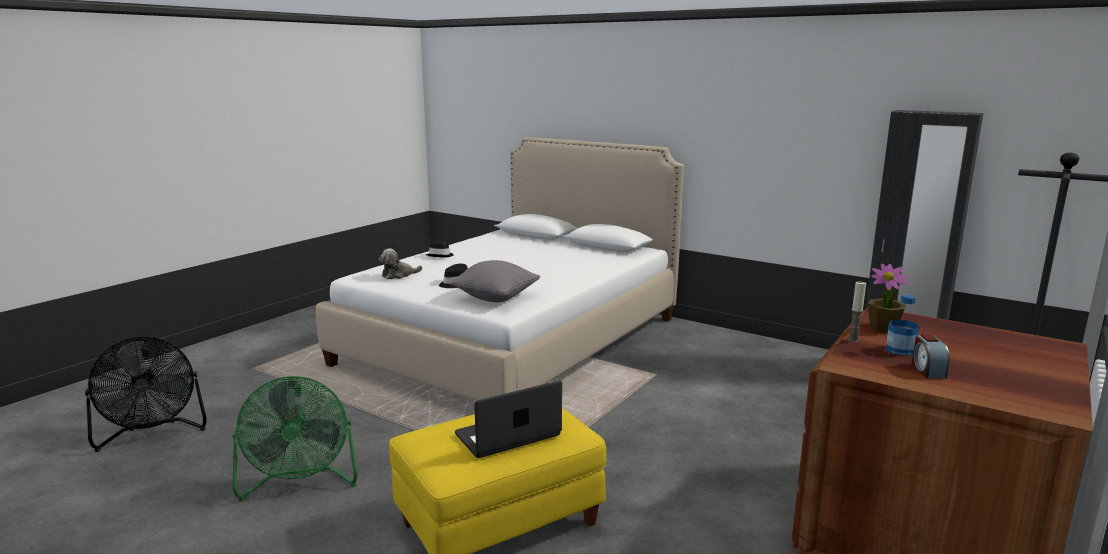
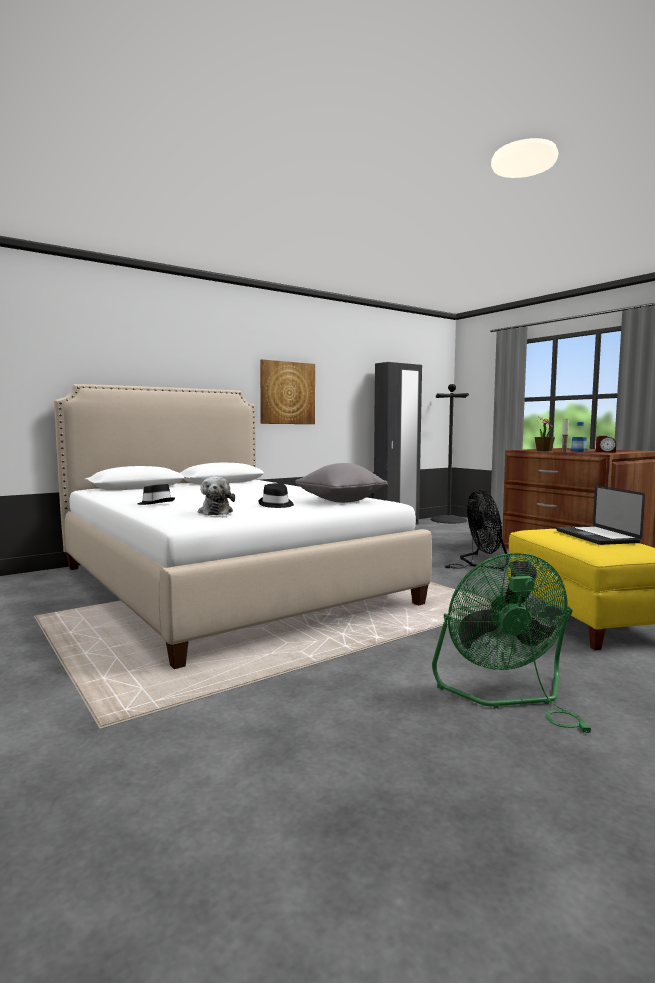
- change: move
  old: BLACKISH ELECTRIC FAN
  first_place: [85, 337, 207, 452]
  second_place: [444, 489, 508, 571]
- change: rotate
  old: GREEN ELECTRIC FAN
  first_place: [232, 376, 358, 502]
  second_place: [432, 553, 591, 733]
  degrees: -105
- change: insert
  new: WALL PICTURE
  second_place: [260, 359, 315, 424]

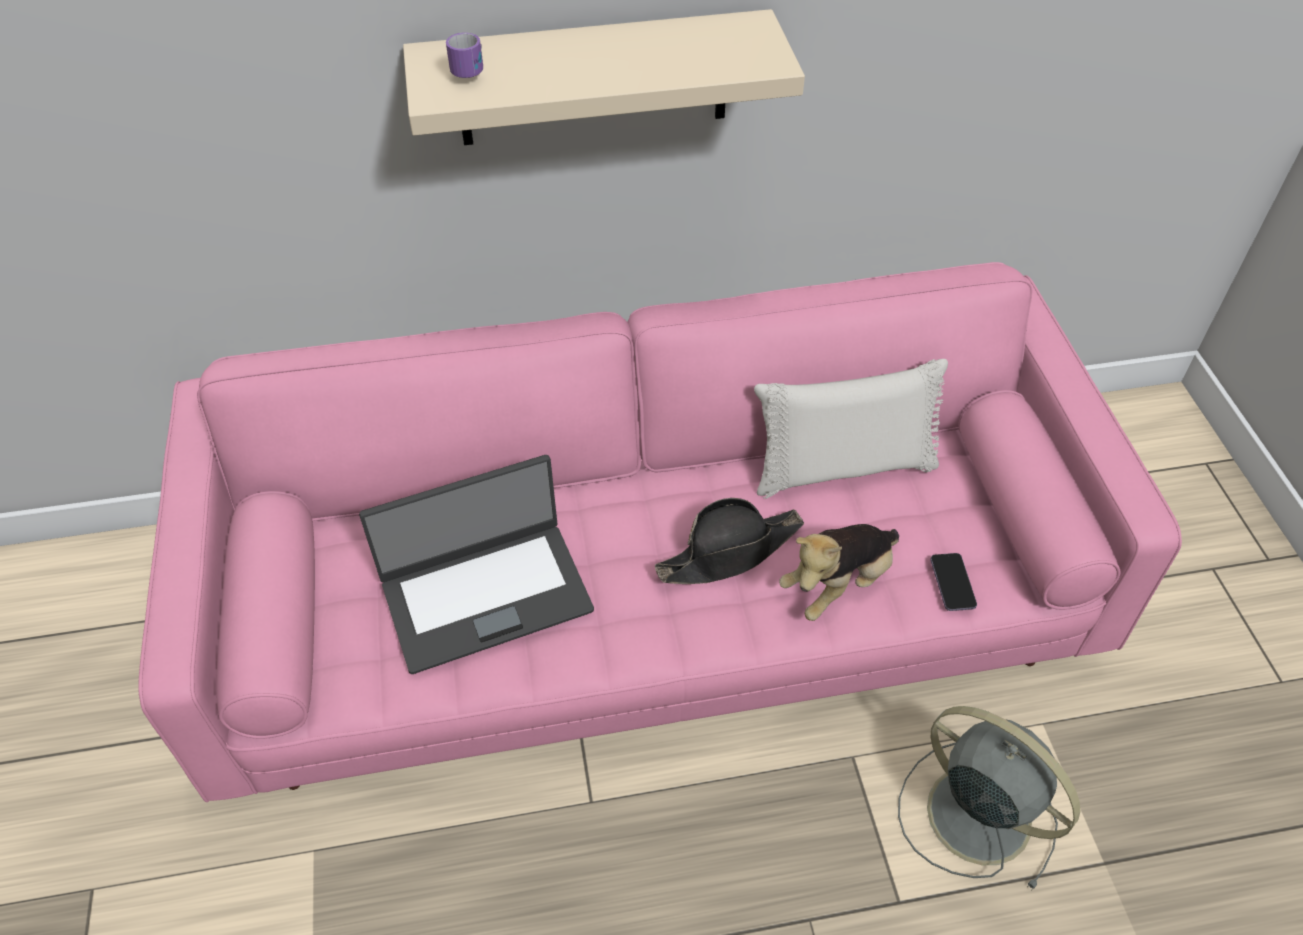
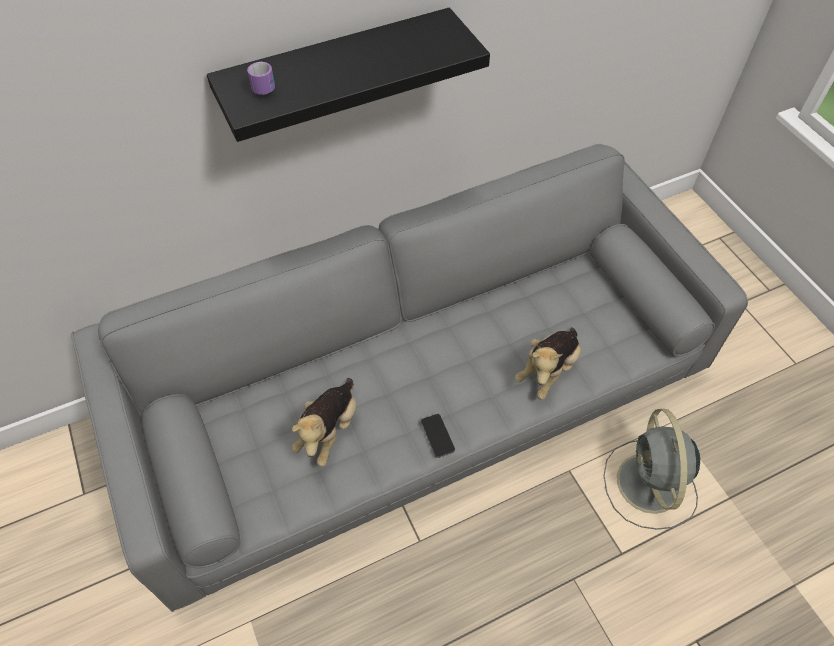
- change: recolor
  old: SAND-COLOURED WALL SHELF
  new: BLACKISH WALL SHELF
  first_place: [403, 9, 805, 145]
  second_place: [207, 7, 490, 142]
- change: recolor
  old: PINK SETTEE
  new: GRAY SETTEE
  first_place: [138, 262, 1182, 802]
  second_place: [71, 144, 748, 612]
- change: delete
  old: WHITE CUSHION
  first_place: [754, 359, 948, 499]
- change: replace
  old: PORTABLE COMPUTER
  new: CUDDLY TOY
  first_place: [359, 455, 594, 674]
  second_place: [292, 378, 357, 467]
- change: delete
  old: BLACKISH CLOTHING HAT
  first_place: [655, 498, 804, 584]
- change: move
  old: HANDSET
  first_place: [930, 553, 977, 611]
  second_place: [421, 414, 455, 458]
- change: rotate
  old: GRAY ELECTRIC FAN
  first_place: [898, 706, 1080, 890]
  second_place: [604, 409, 700, 530]
  degrees: -120

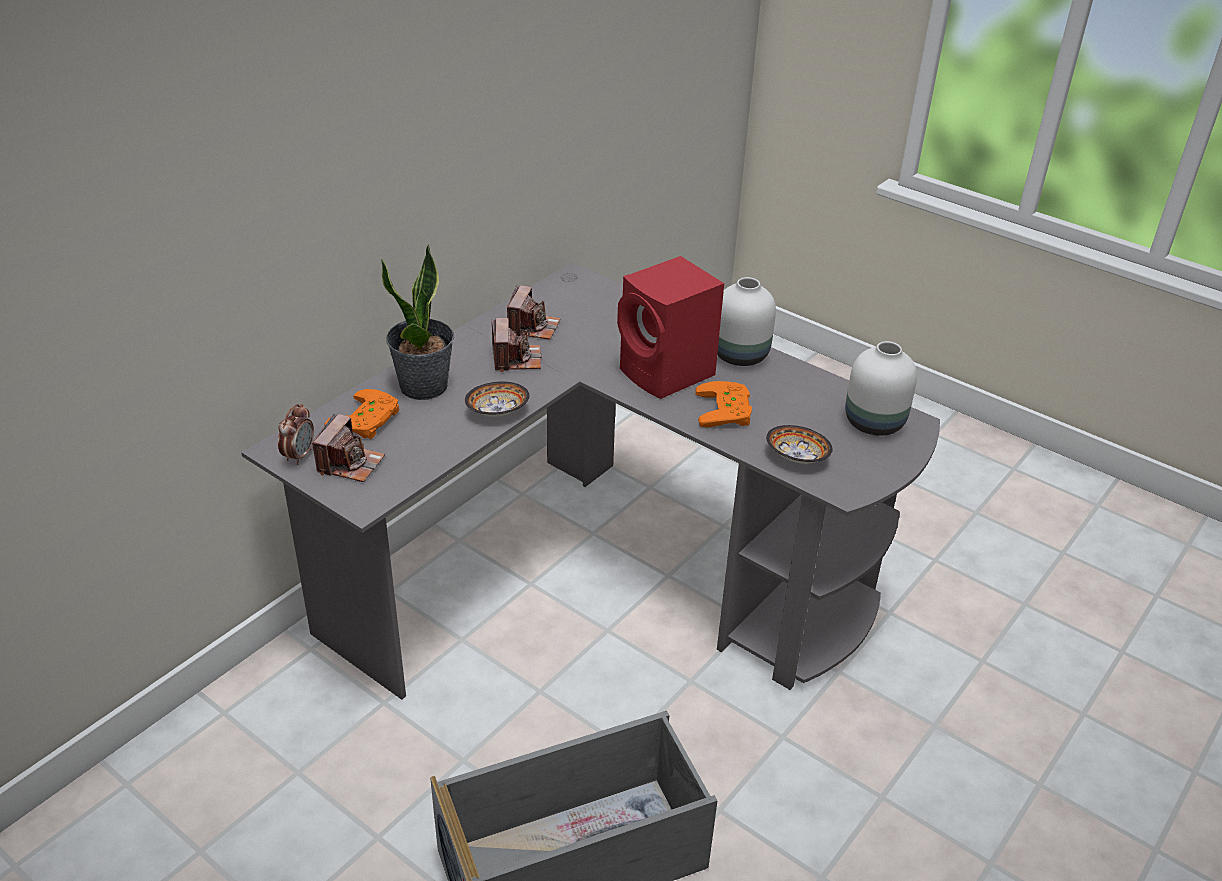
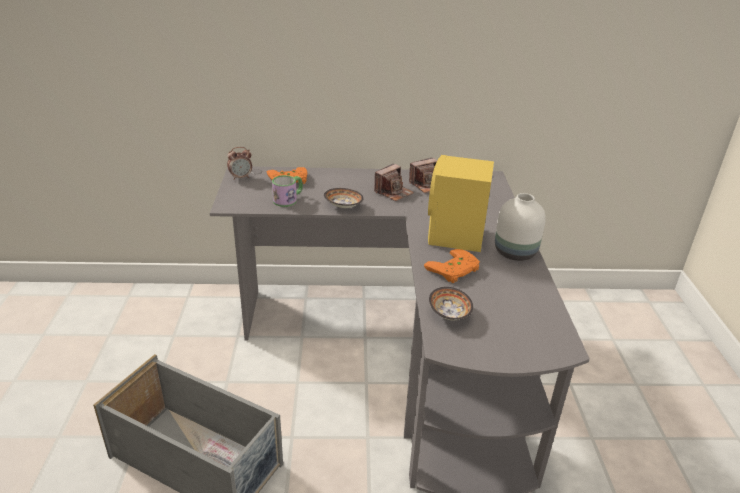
- change: delete
  old: PLANT IN A POT
  first_place: [381, 244, 454, 400]
- change: recolor
  old: RED-COLOURED LOUDSPEAKER
  new: YELLOWISH LOUDSPEAKER
  first_place: [617, 256, 724, 399]
  second_place: [428, 155, 494, 252]
- change: delete
  old: WHITE FLOWER VASE
  first_place: [845, 341, 917, 436]
- change: delete
  old: STILL CAMERA
  first_place: [312, 414, 385, 482]
- change: insert
  new: MUG
  second_place: [272, 175, 303, 207]

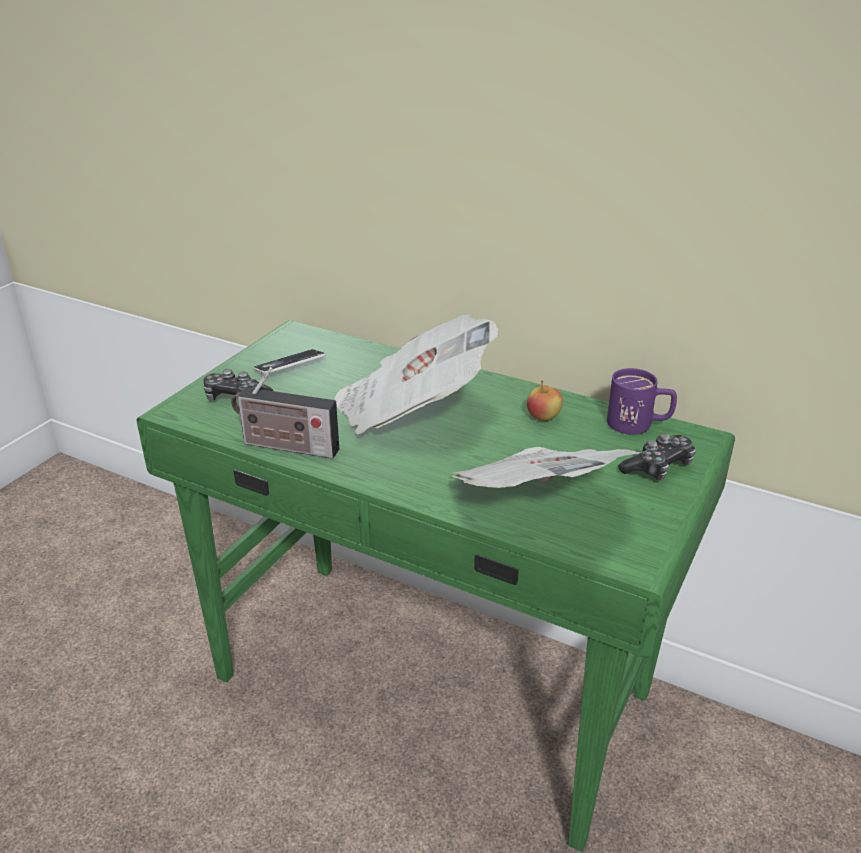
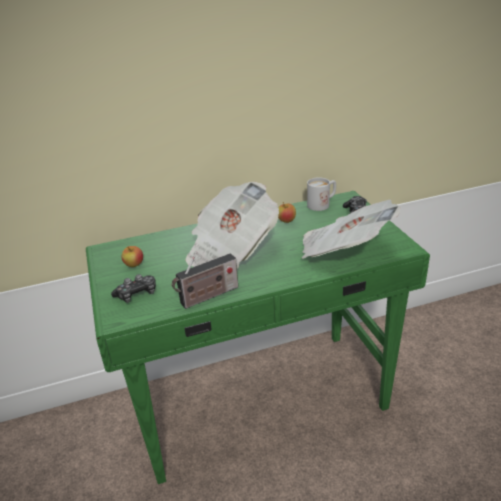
- change: replace
  old: HANDSET
  new: APPLE
  first_place: [253, 349, 326, 374]
  second_place: [121, 246, 143, 267]
- change: recolor
  old: PURPLE-COLOURED MUG
  new: WHITE MUG
  first_place: [607, 368, 677, 434]
  second_place: [307, 177, 336, 211]

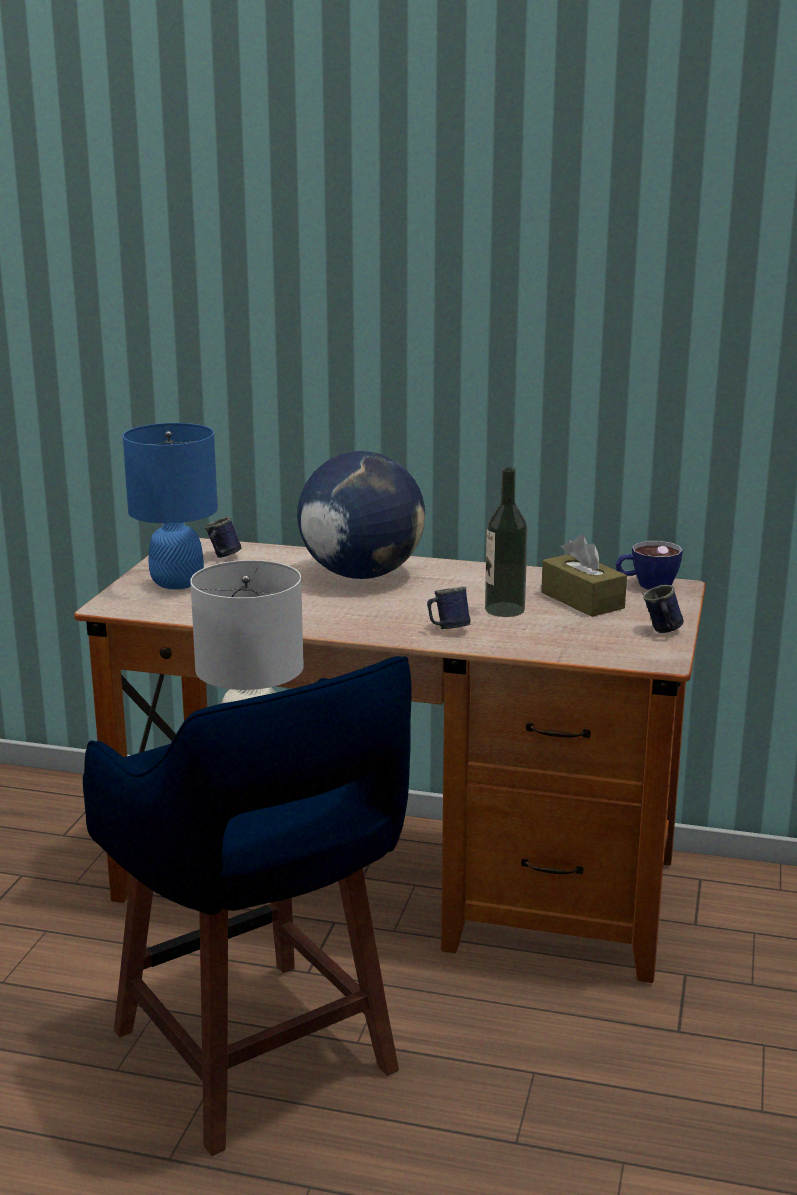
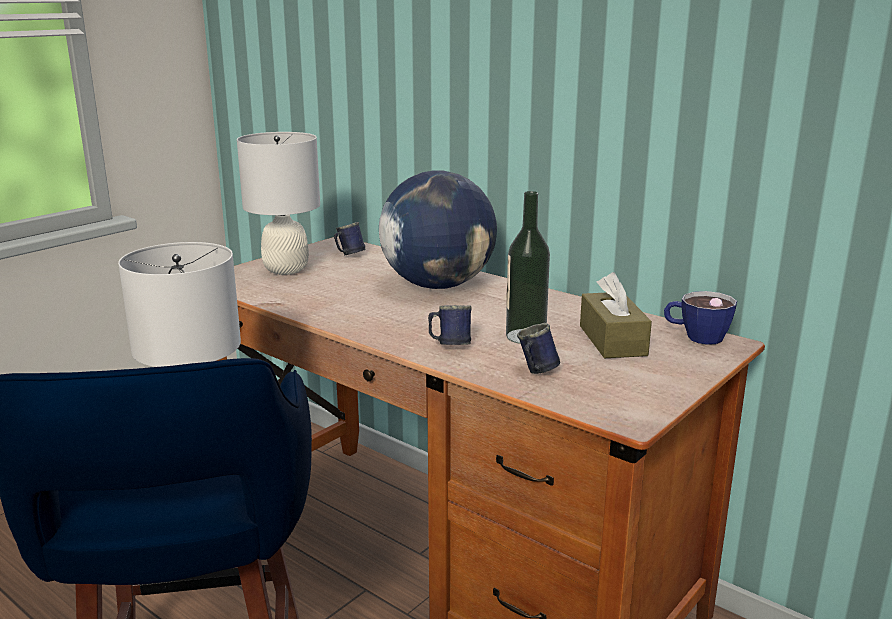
- change: recolor
  old: BLUE LAMP FOR A TABLE
  new: GRAY LAMP FOR A TABLE
  first_place: [123, 423, 218, 590]
  second_place: [237, 132, 320, 275]
- change: move
  old: BLUE MUG
  first_place: [643, 585, 684, 633]
  second_place: [517, 323, 560, 374]

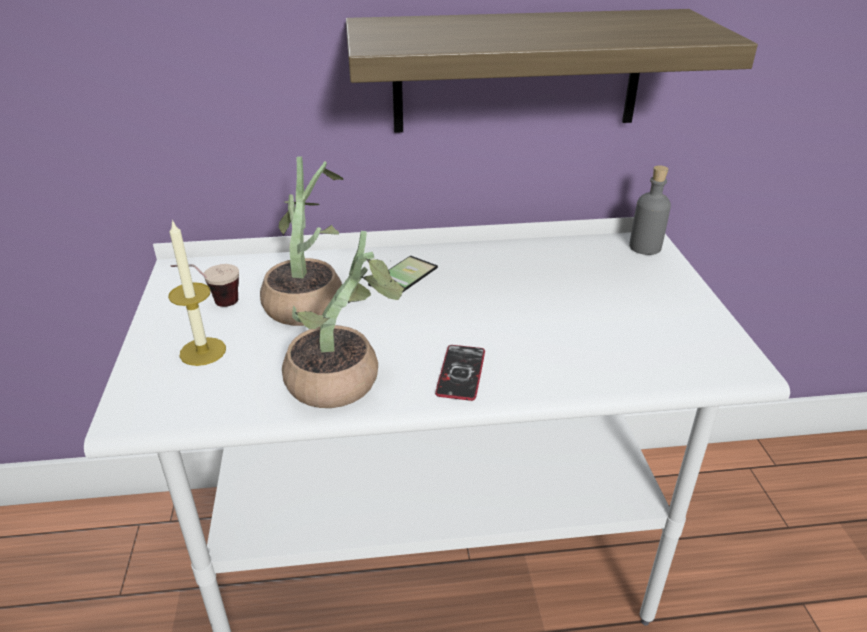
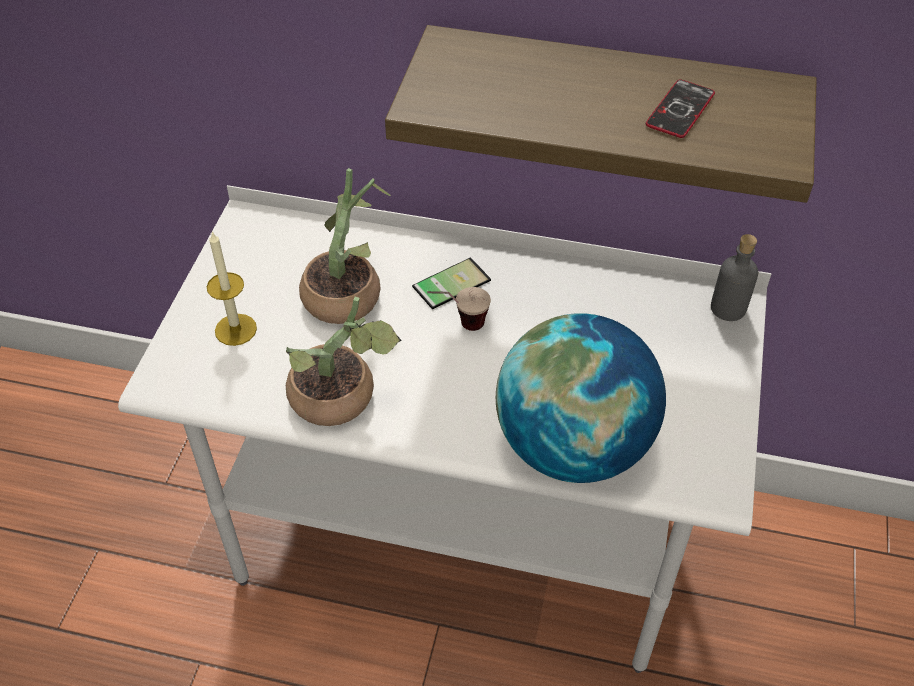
- change: move
  old: SMALL CUP
  first_place: [170, 264, 239, 307]
  second_place: [427, 287, 491, 331]
- change: move
  old: HANDSET
  first_place: [435, 345, 485, 401]
  second_place: [646, 79, 715, 138]
- change: insert
  new: WORLD GLOBE
  second_place: [496, 313, 666, 483]

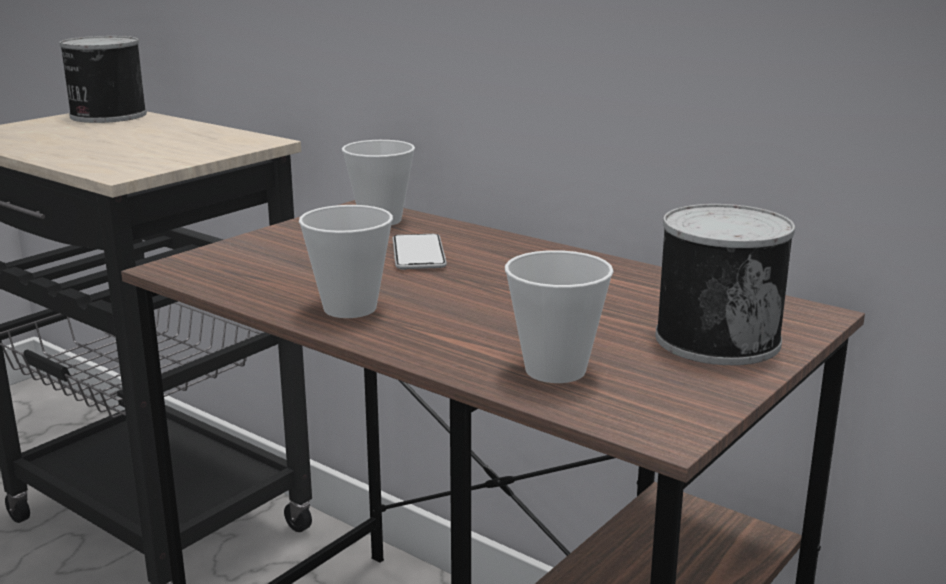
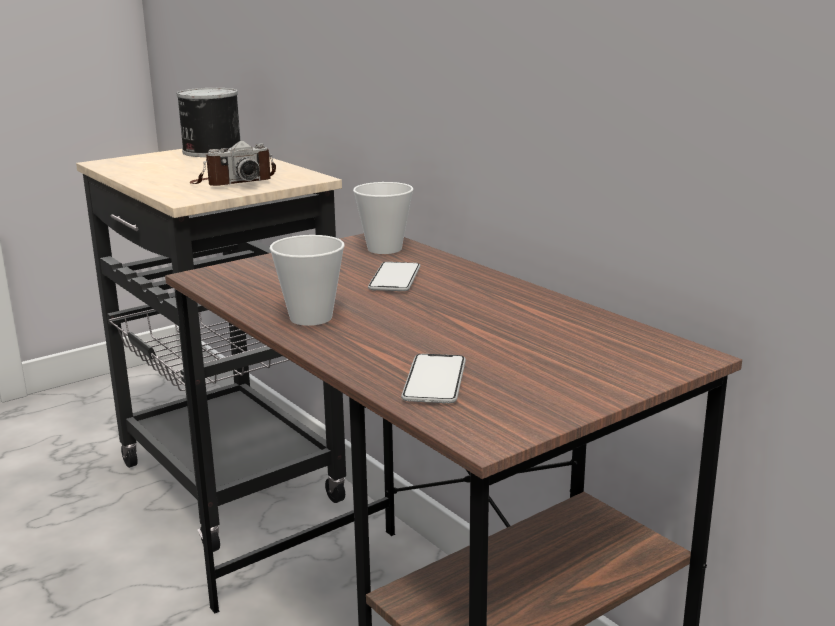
- change: delete
  old: CAN
  first_place: [655, 204, 795, 365]
- change: replace
  old: SMALL CUP
  new: HANDSET
  first_place: [505, 250, 614, 383]
  second_place: [401, 354, 466, 403]
- change: insert
  new: STILL CAMERA
  second_place: [189, 141, 276, 186]

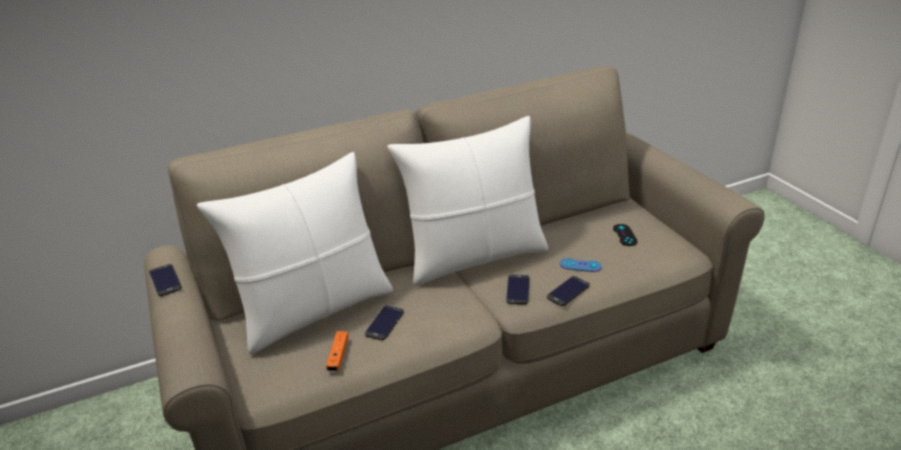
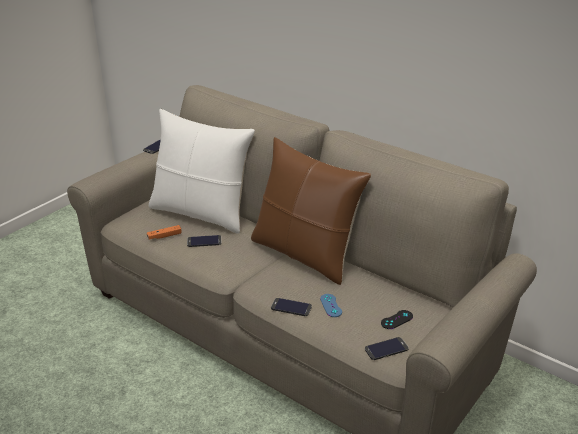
- change: recolor
  old: WHITE CUSHION
  new: BROWN CUSHION
  first_place: [387, 116, 548, 286]
  second_place: [251, 137, 371, 285]
- change: move
  old: HANDSET
  first_place: [506, 274, 529, 305]
  second_place: [365, 337, 409, 360]

